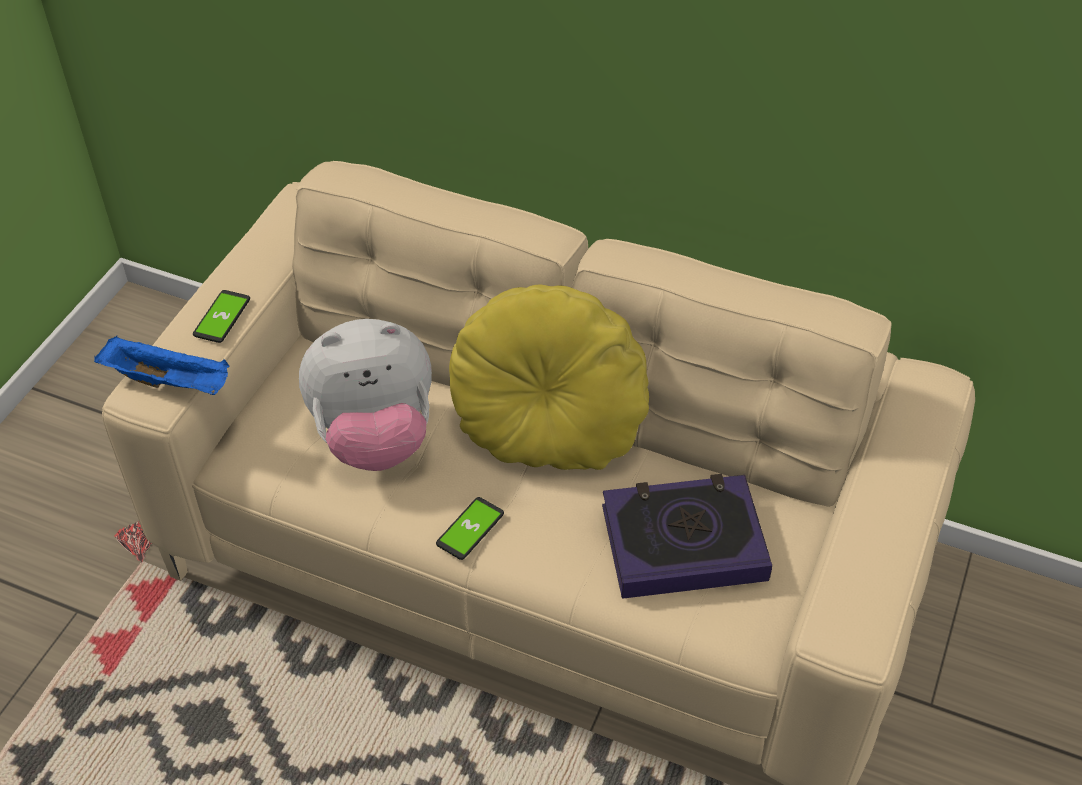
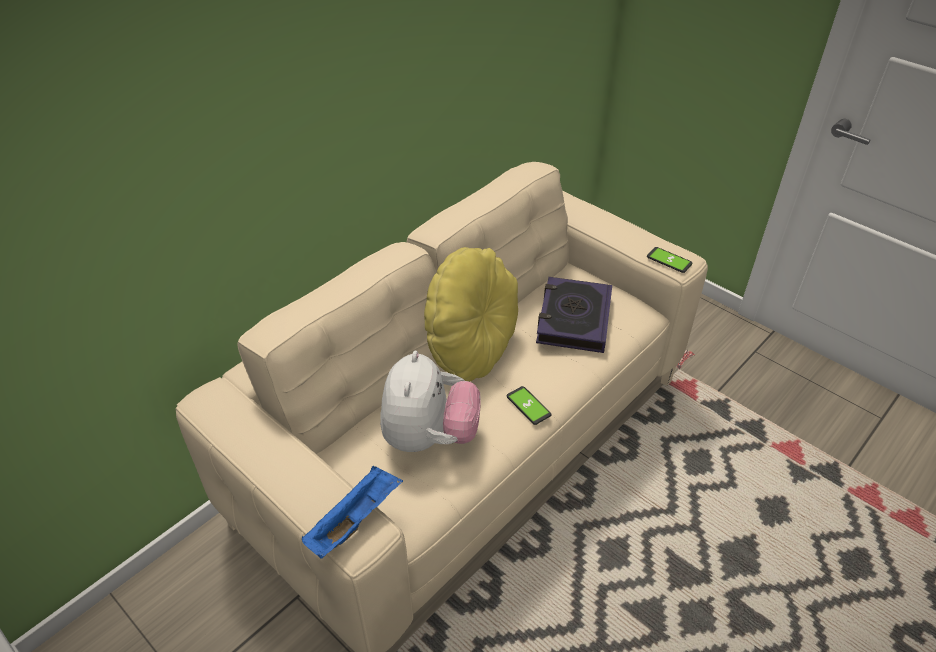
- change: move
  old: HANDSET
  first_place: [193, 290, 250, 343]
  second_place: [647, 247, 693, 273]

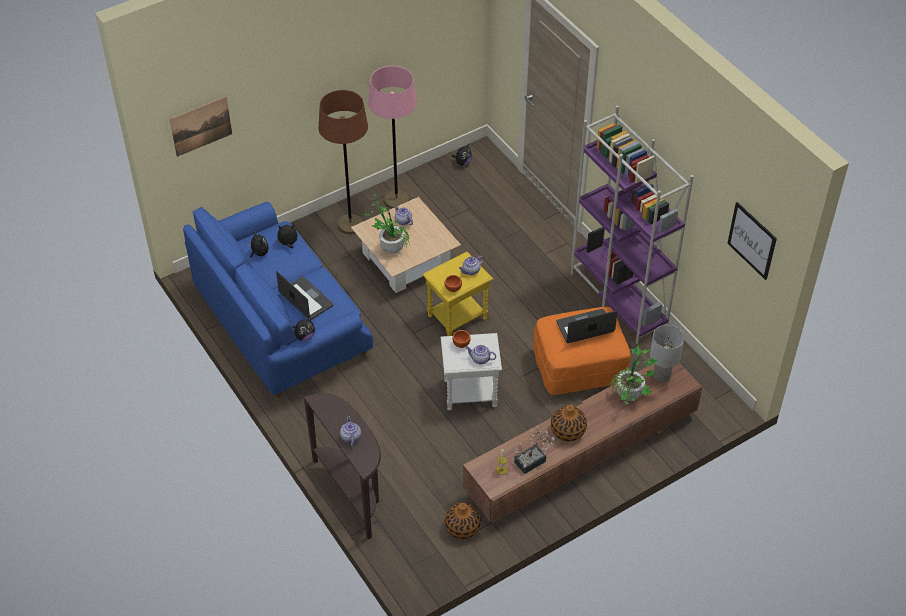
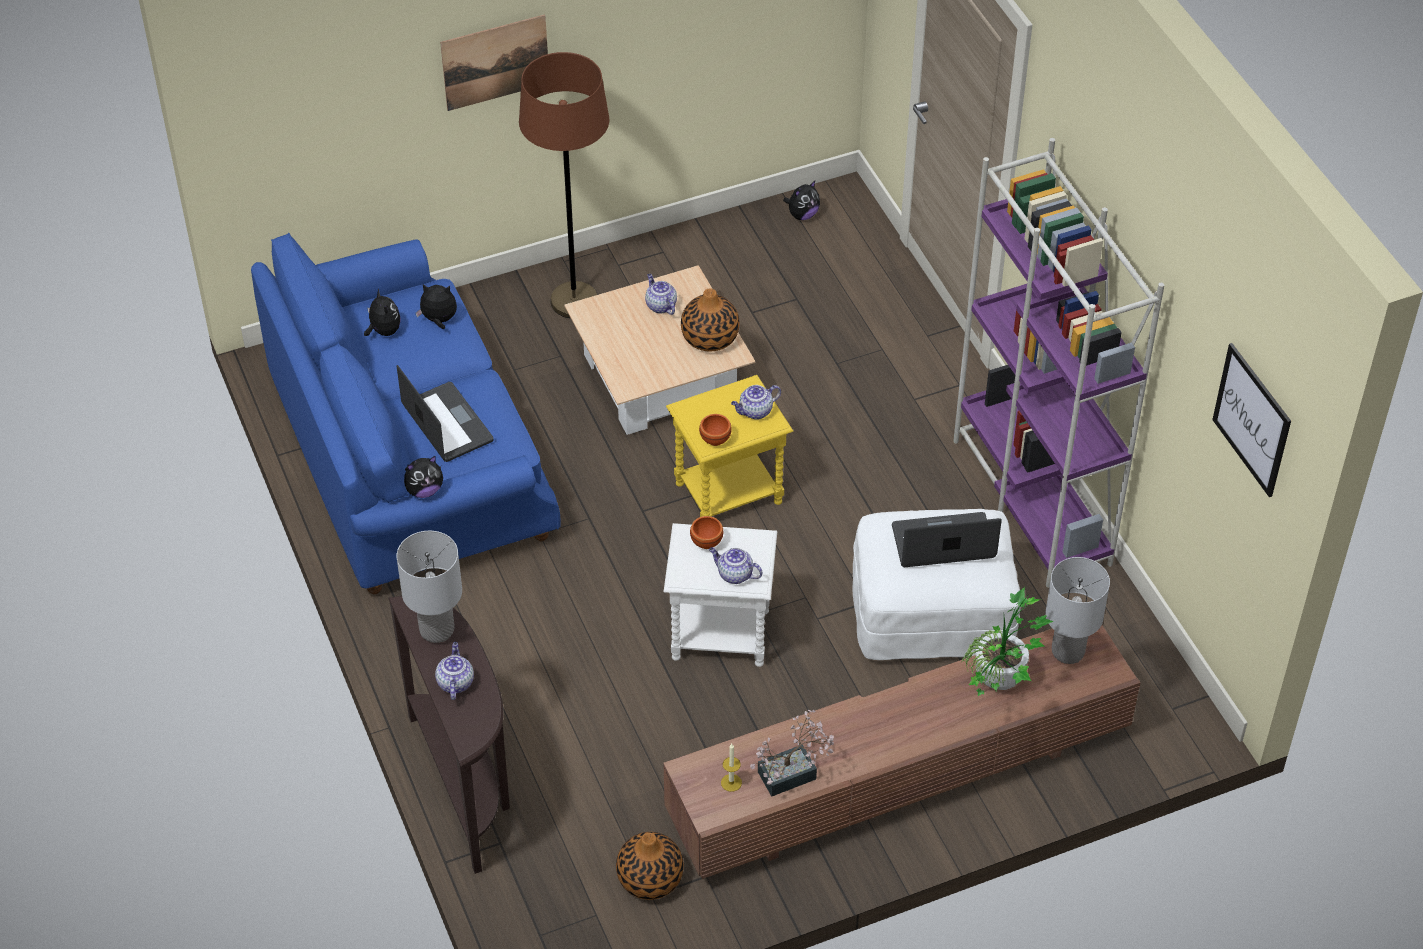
- change: delete
  old: PINK FLOOR LAMP
  first_place: [368, 66, 417, 209]
- change: move
  old: WALL PICTURE
  first_place: [169, 96, 232, 157]
  second_place: [440, 14, 548, 111]
- change: delete
  old: PLANT IN A POT
  first_place: [361, 191, 410, 253]
- change: recolor
  old: ORANGE OTTOMAN
  new: WHITE OTTOMAN
  first_place: [533, 307, 631, 395]
  second_place: [853, 509, 1021, 660]
- change: move
  old: FLOWER VASE
  first_place: [551, 405, 587, 441]
  second_place: [681, 288, 740, 351]
- change: insert
  new: GRAY LAMP FOR A TABLE
  second_place: [397, 531, 462, 643]

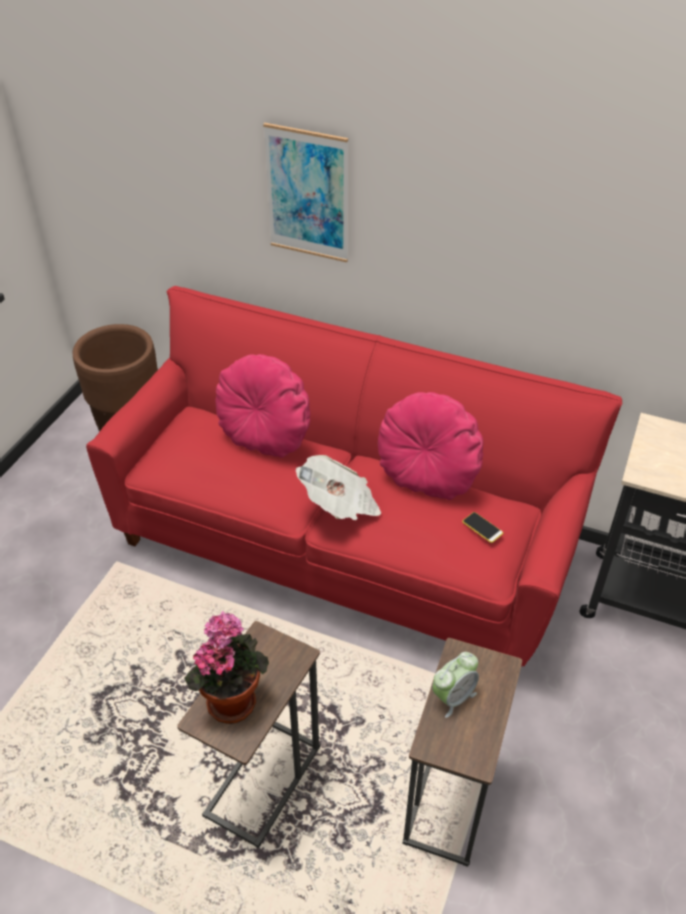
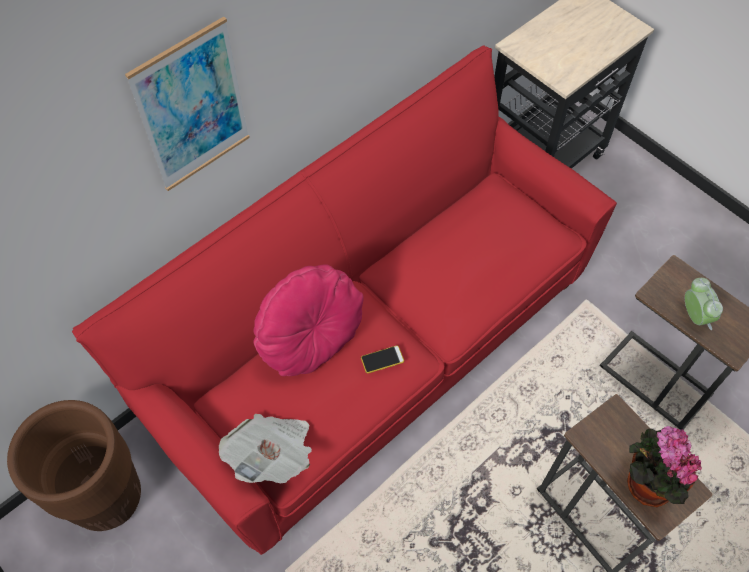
- change: delete
  old: PINK CUSHION
  first_place: [378, 392, 483, 500]
- change: move
  old: DAILY PAPER
  first_place: [296, 455, 381, 520]
  second_place: [219, 414, 312, 484]
- change: move
  old: HANDSET
  first_place: [462, 512, 503, 543]
  second_place: [361, 345, 404, 373]

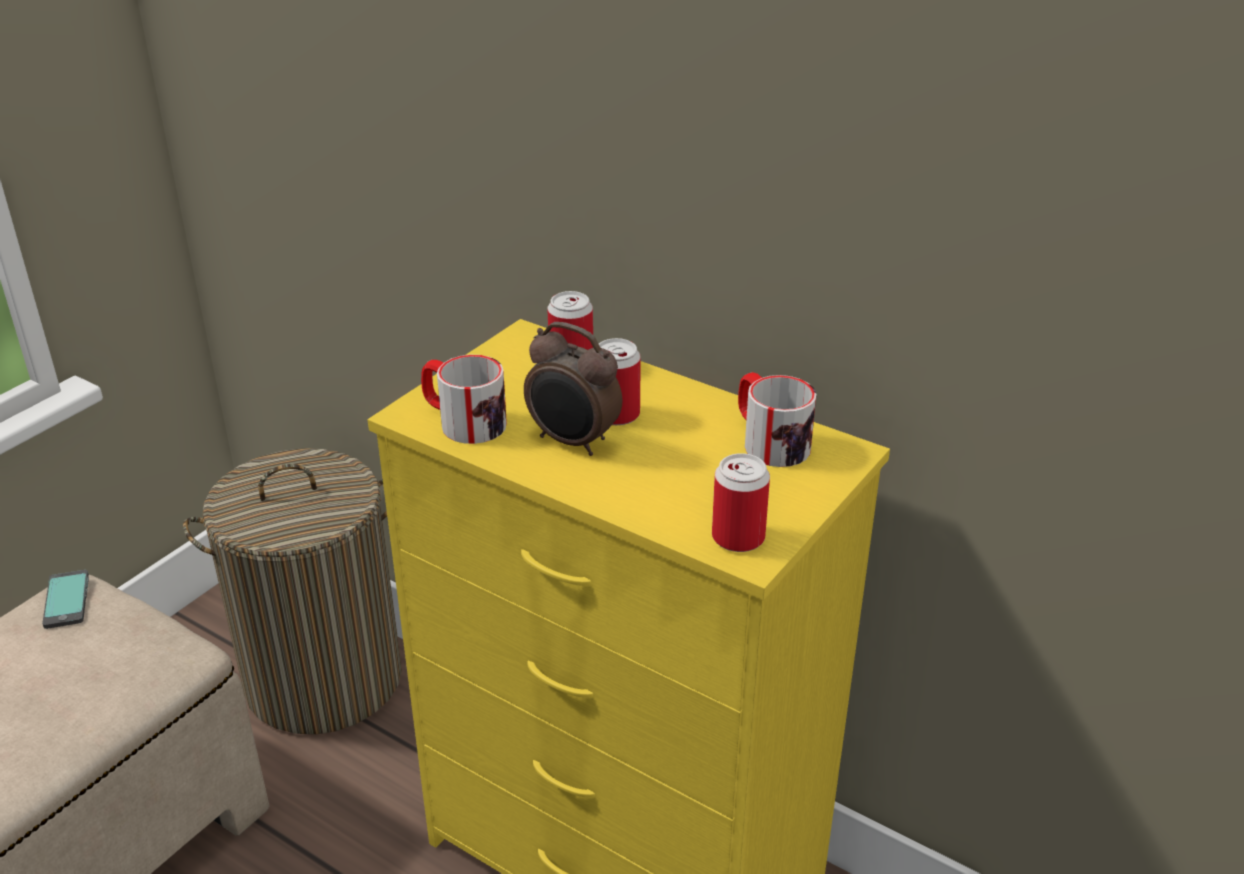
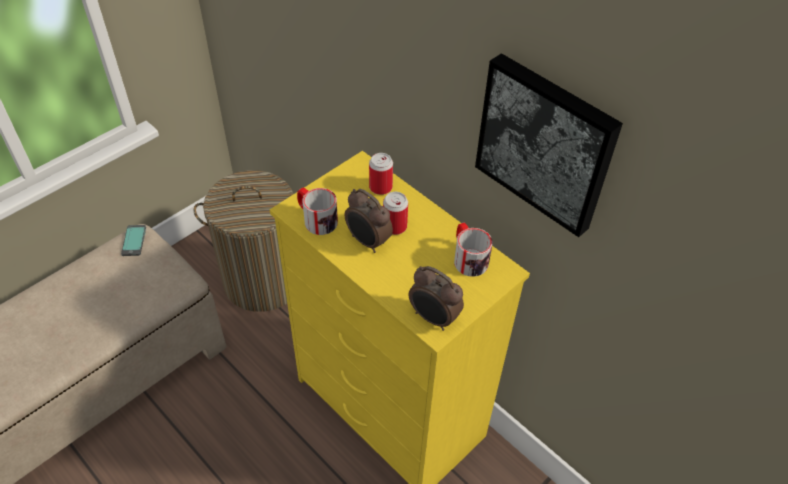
- change: replace
  old: CAN
  new: BEDSIDE CLOCK
  first_place: [712, 453, 770, 552]
  second_place: [409, 266, 464, 331]
- change: insert
  new: WALL PICTURE
  second_place: [475, 53, 623, 237]

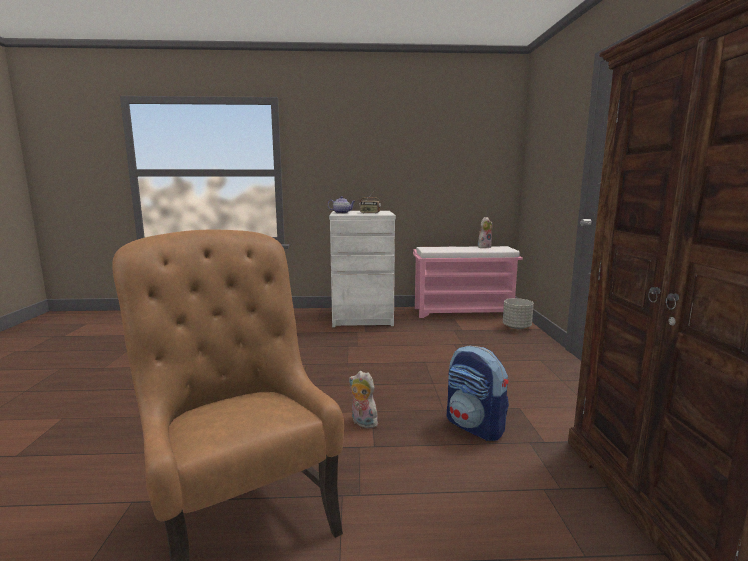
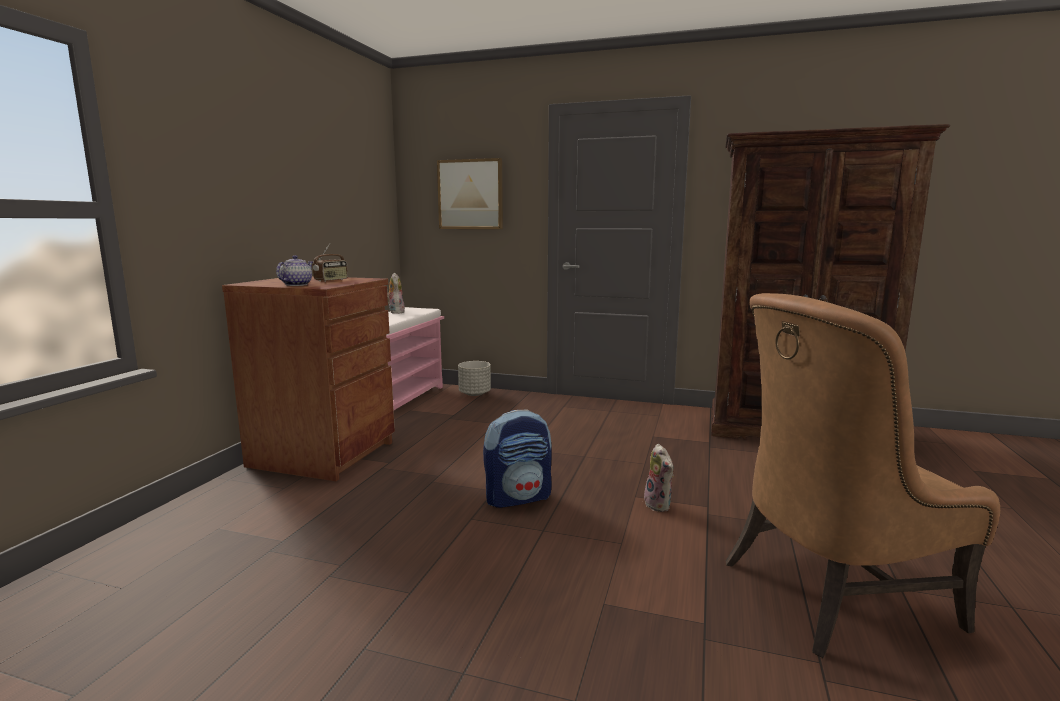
- change: recolor
  old: WHITE CHEST OF DRAWERS
  new: BROWN CHEST OF DRAWERS
  first_place: [329, 211, 396, 327]
  second_place: [222, 276, 395, 481]
- change: move
  old: RUCKSACK
  first_place: [447, 346, 509, 441]
  second_place: [483, 410, 552, 508]
- change: rotate
  old: CUDDLY TOY
  first_place: [349, 371, 378, 428]
  second_place: [644, 444, 674, 512]
  degrees: -75
- change: insert
  new: WALL PICTURE
  second_place: [437, 158, 503, 229]

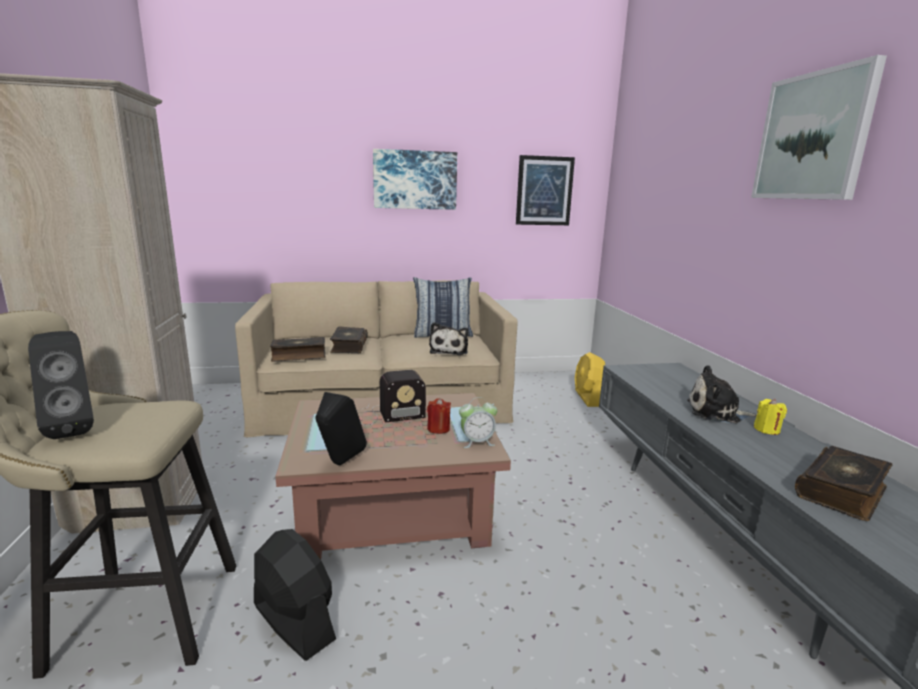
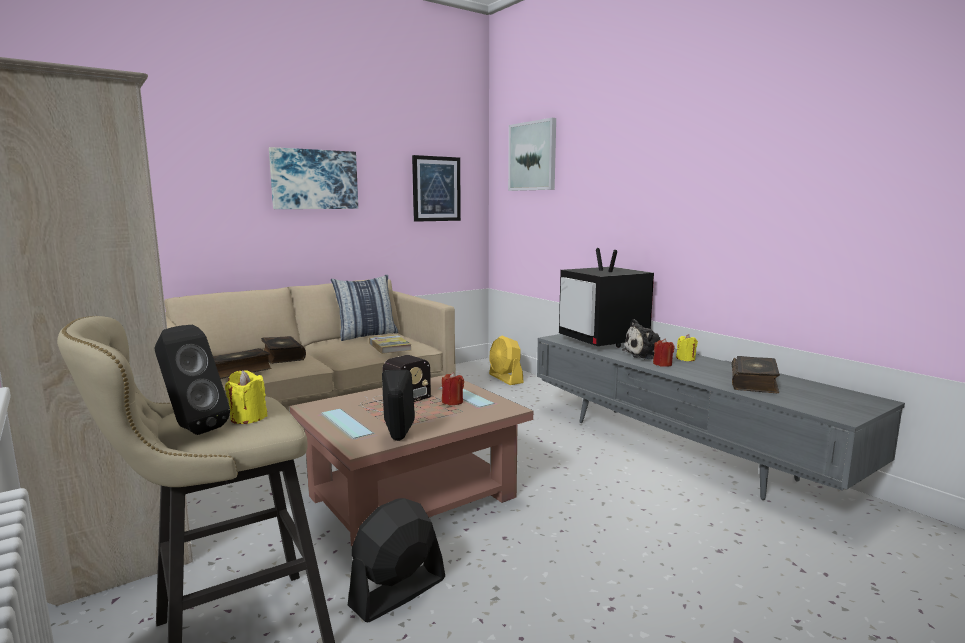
- change: move
  old: WALL PICTURE
  first_place: [751, 55, 887, 200]
  second_place: [508, 118, 556, 191]
- change: replace
  old: CUDDLY TOY
  new: BOOK
  first_place: [429, 322, 468, 355]
  second_place: [369, 335, 411, 354]
- change: delete
  old: BEDSIDE CLOCK
  first_place: [459, 397, 497, 448]
- change: rotate
  old: BLACKISH ELECTRIC FAN
  first_place: [254, 529, 336, 661]
  second_place: [348, 498, 445, 623]
  degrees: -60
- change: insert
  new: TV SET
  second_place: [559, 248, 654, 348]
- change: insert
  new: RED-COLOURED CANDLE
  second_place: [653, 338, 674, 367]
- change: insert
  new: YELLOWISH CANDLE
  second_place: [225, 370, 267, 424]

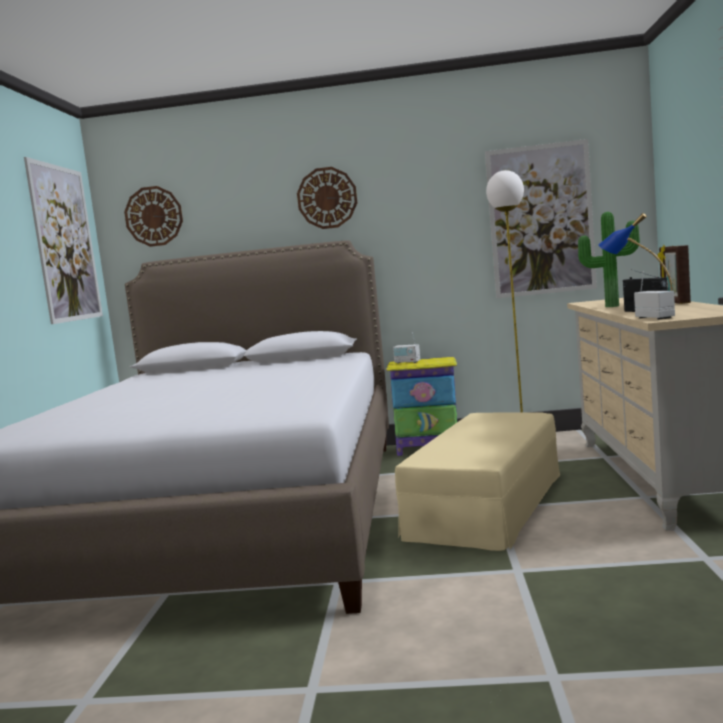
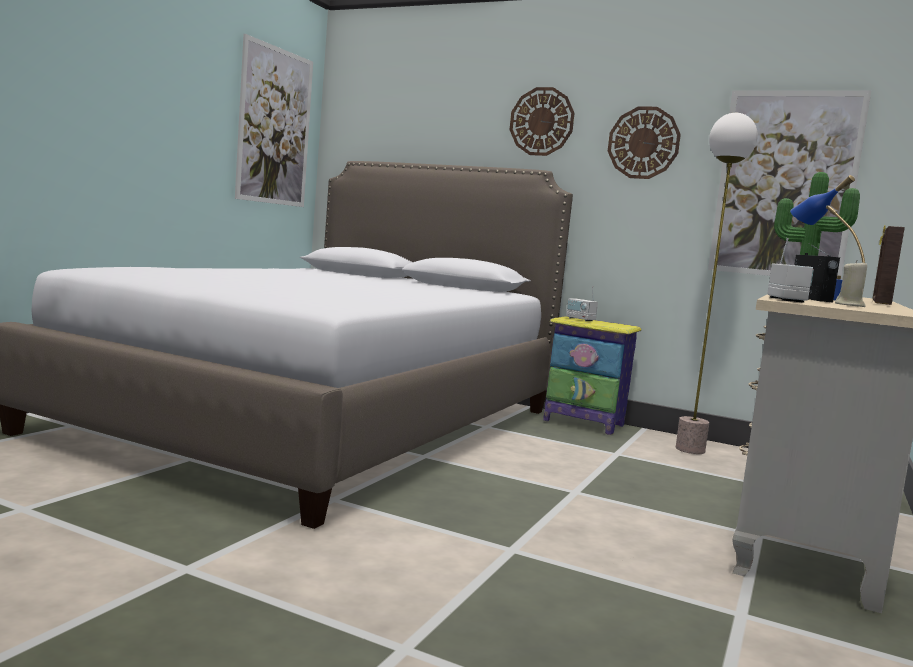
- change: move
  old: CLOCK ON THE WALL
  first_place: [124, 186, 183, 247]
  second_place: [608, 106, 681, 179]
- change: delete
  old: SAND-COLOURED OTTOMAN
  first_place: [395, 412, 560, 551]
- change: insert
  new: SAND-COLOURED CANDLE
  second_place: [835, 260, 867, 307]

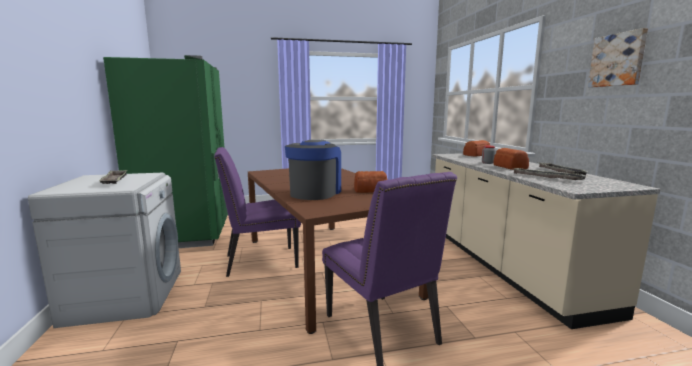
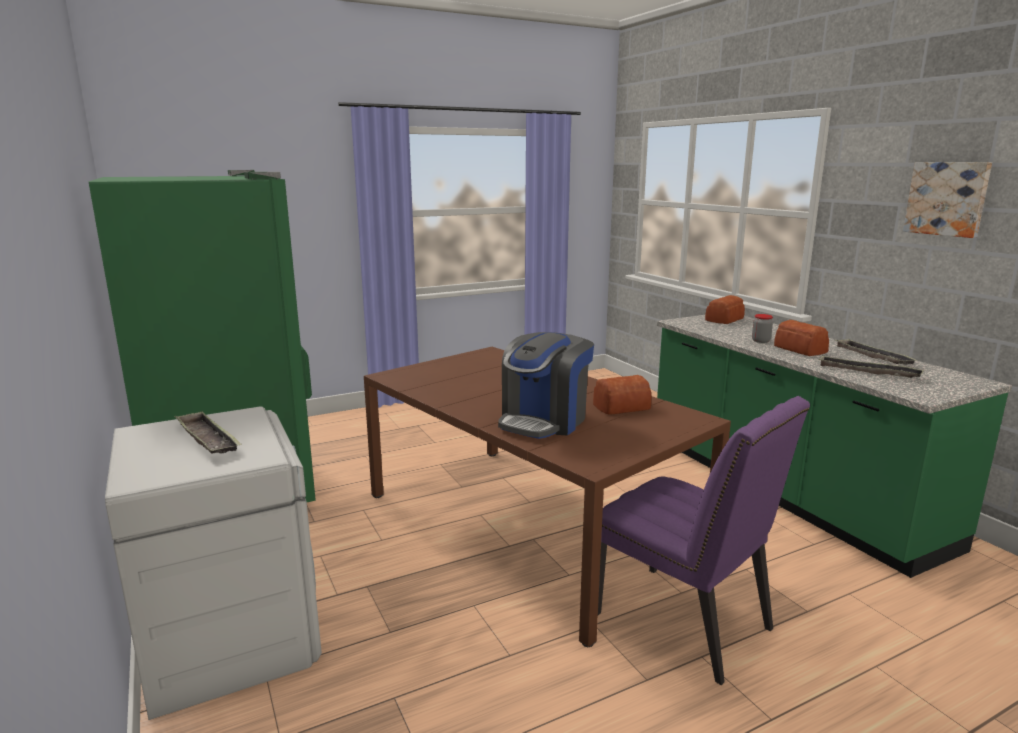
- change: rotate
  old: COFFEE MACHINE
  first_place: [285, 139, 341, 200]
  second_place: [498, 332, 594, 439]
  degrees: -150
- change: delete
  old: PURPLE-COLOURED PLAIN CHAIR
  first_place: [214, 147, 301, 277]
- change: recolor
  old: SAND-COLOURED COUNTER
  new: GREEN COUNTER
  first_place: [432, 153, 660, 329]
  second_place: [657, 315, 1012, 578]

